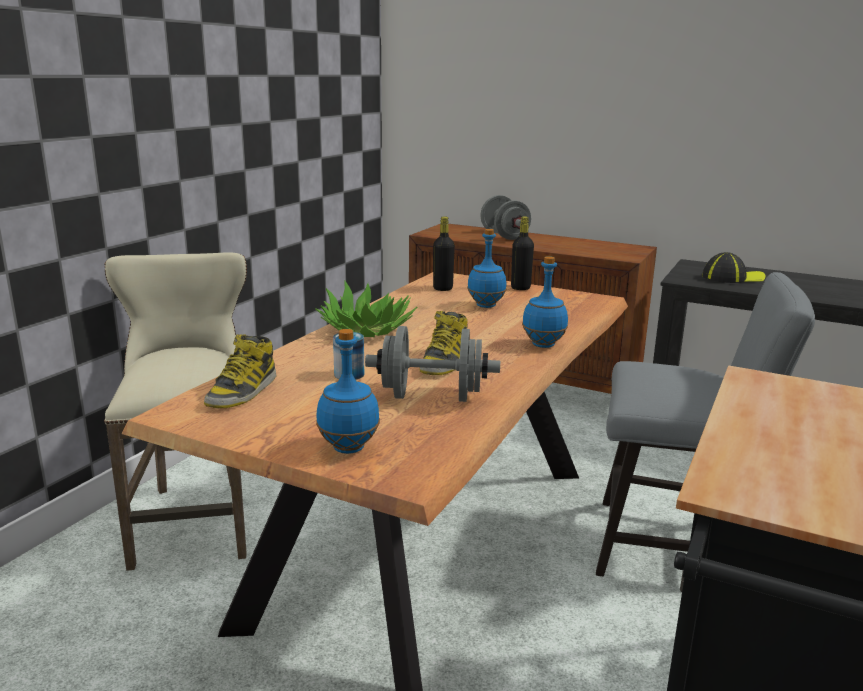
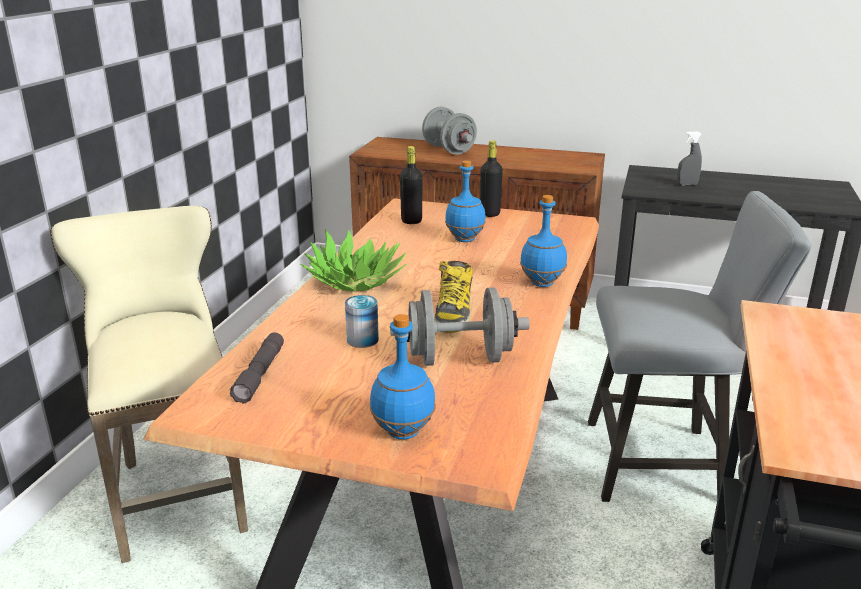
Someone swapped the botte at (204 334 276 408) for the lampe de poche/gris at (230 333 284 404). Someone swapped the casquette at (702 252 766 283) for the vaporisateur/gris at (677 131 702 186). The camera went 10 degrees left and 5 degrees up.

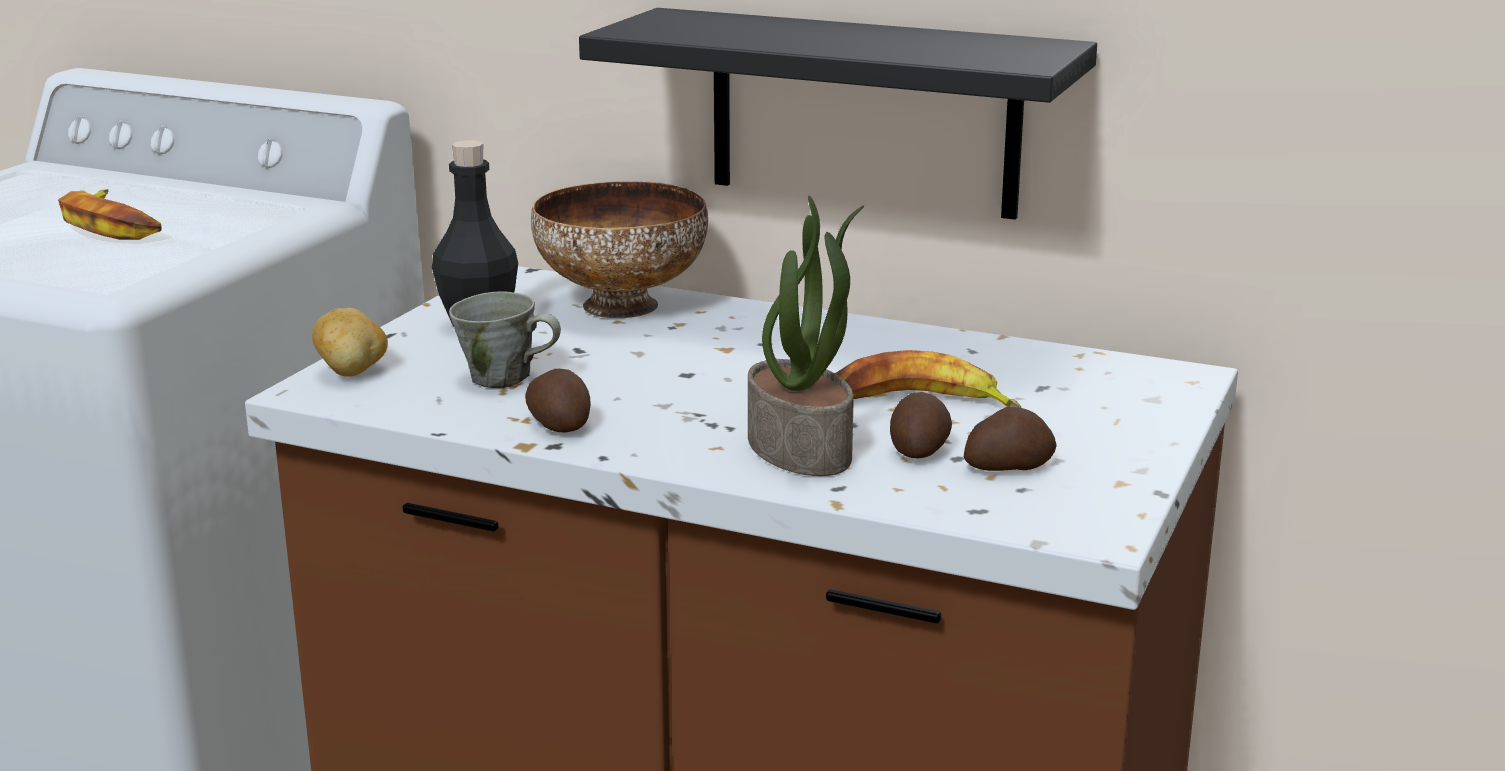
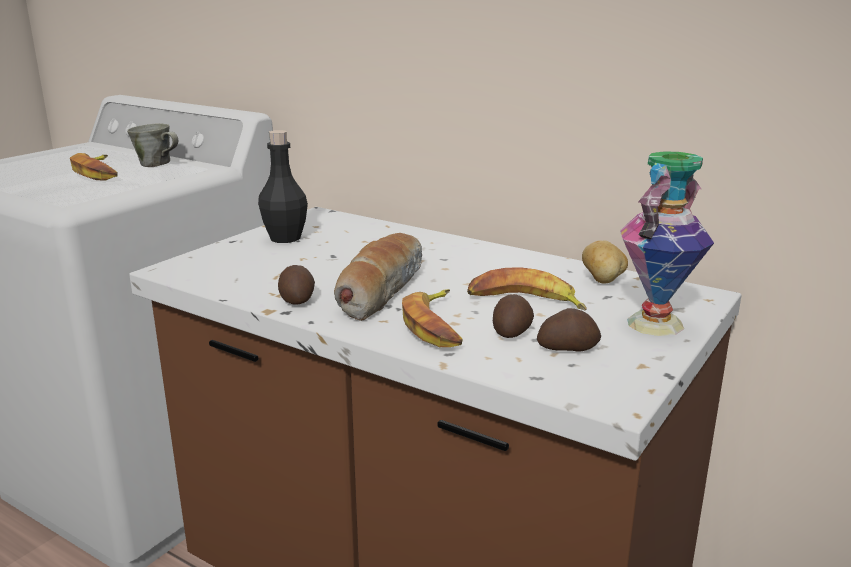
Someone carried the pomme de terre from (312 308 388 377) to (582 240 628 283). Someone carried the mug/gris from (449 291 561 388) to (127 123 178 167). Someone took away the bol at (531 181 708 318). Someone took away the étagère/noir at (579 8 1097 220). Someone swapped the plante en pot at (748 196 864 476) for the banane at (402 289 462 347). Someone put down the pain at (334 233 422 321). Someone put down the vase at (620 151 714 336). The camera went 10 degrees right and 0 degrees up.

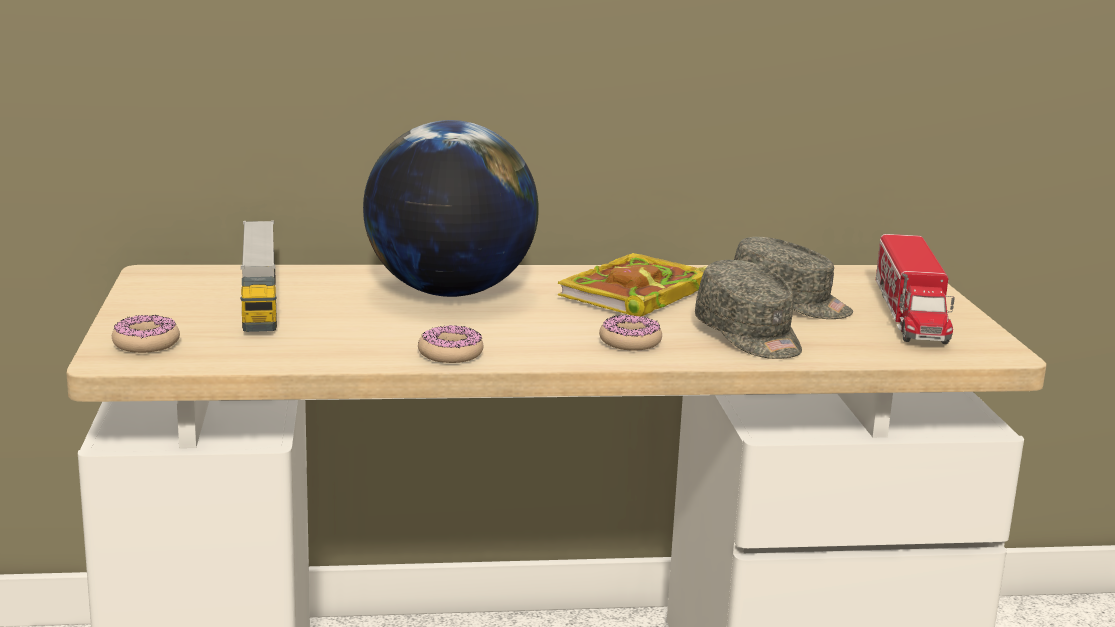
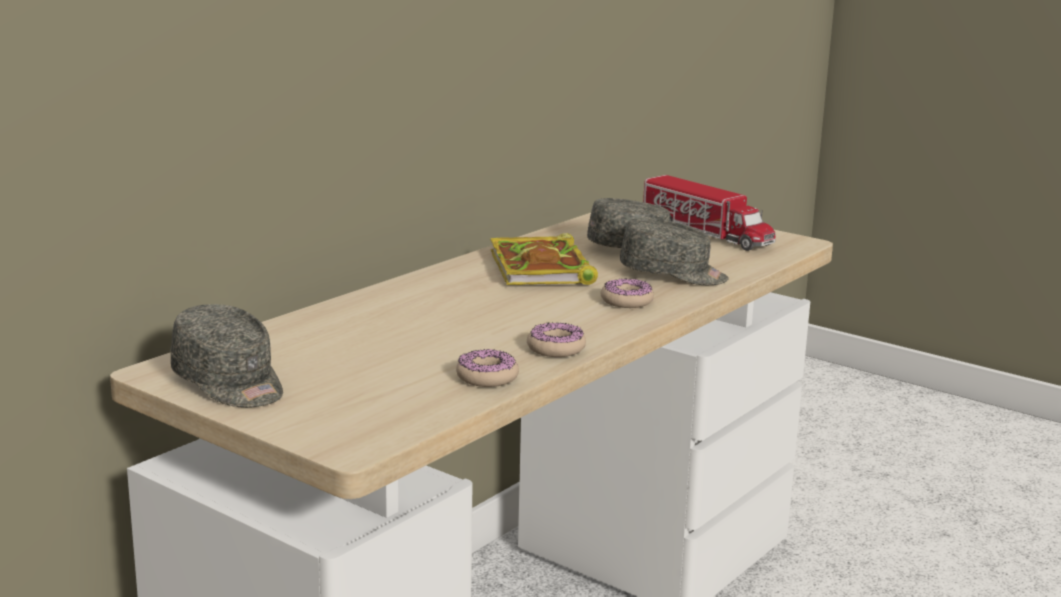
Someone carried the beignet from (112 315 180 353) to (456 349 519 387). Someone took away the camion jouet at (241 220 277 332). Someone took away the globe at (363 120 539 297). Someone put down the casquette/gris at (171 304 283 408). The camera went 45 degrees left and 0 degrees up.

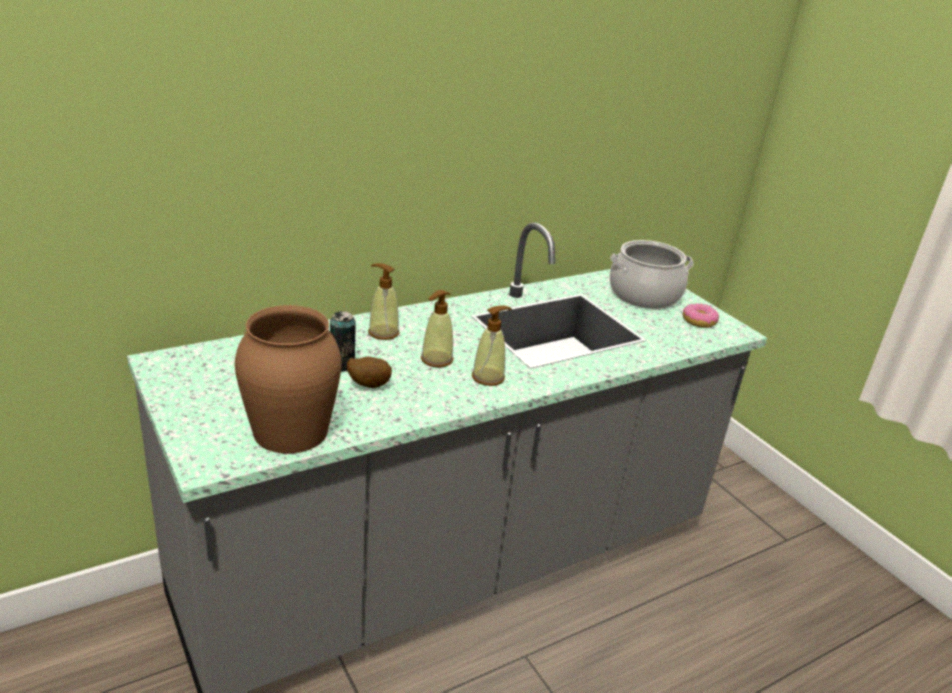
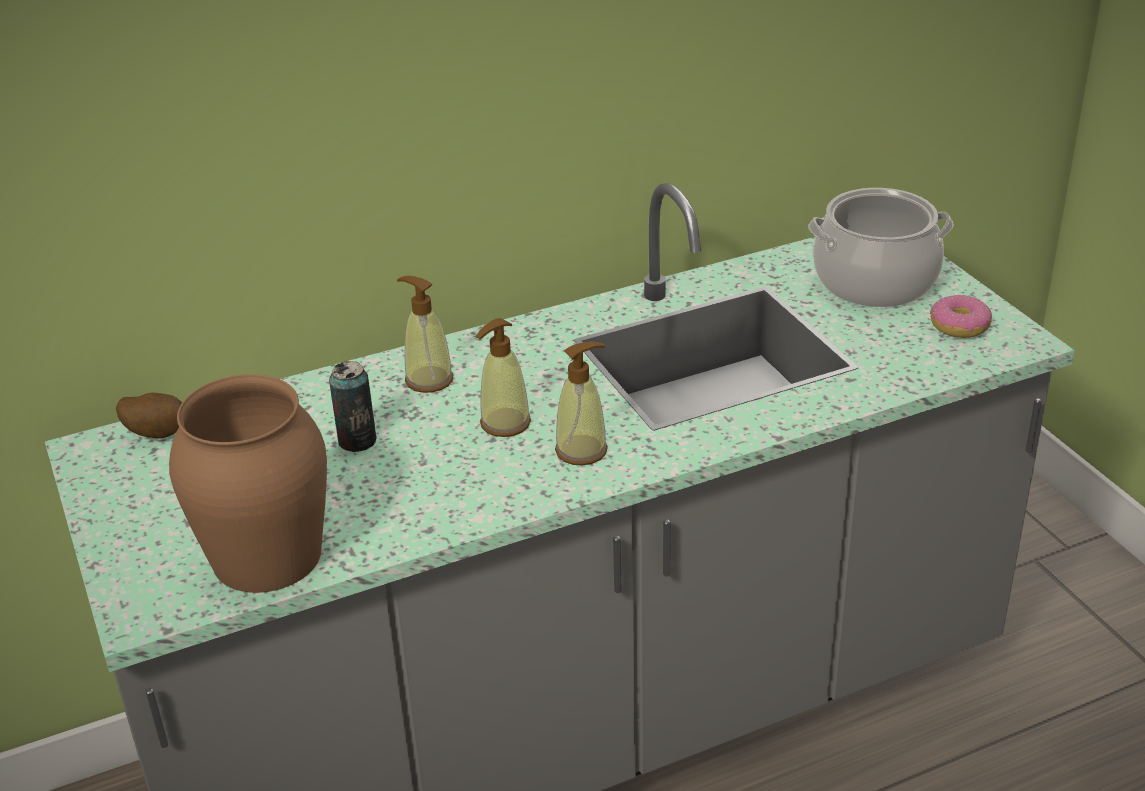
Someone carried the pomme de terre from (347 357 392 388) to (116 393 182 439). The camera went 10 degrees right and 5 degrees up.

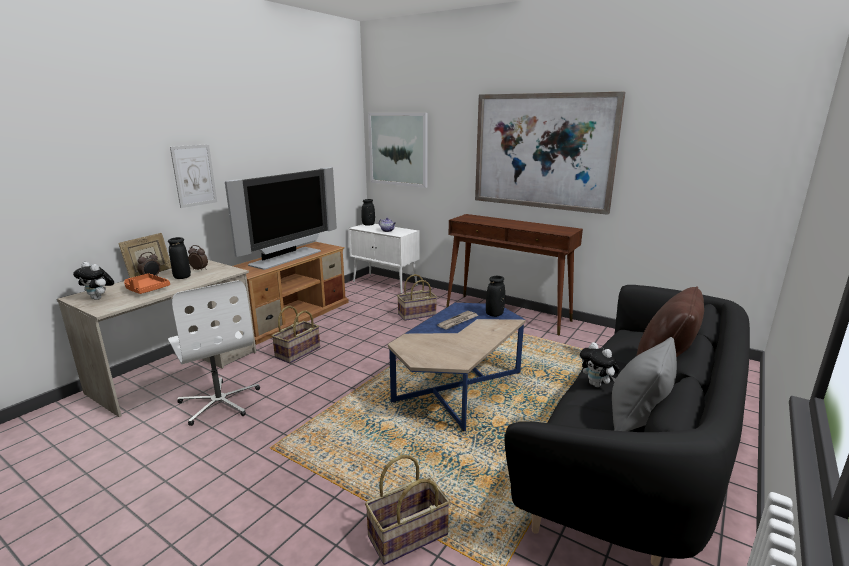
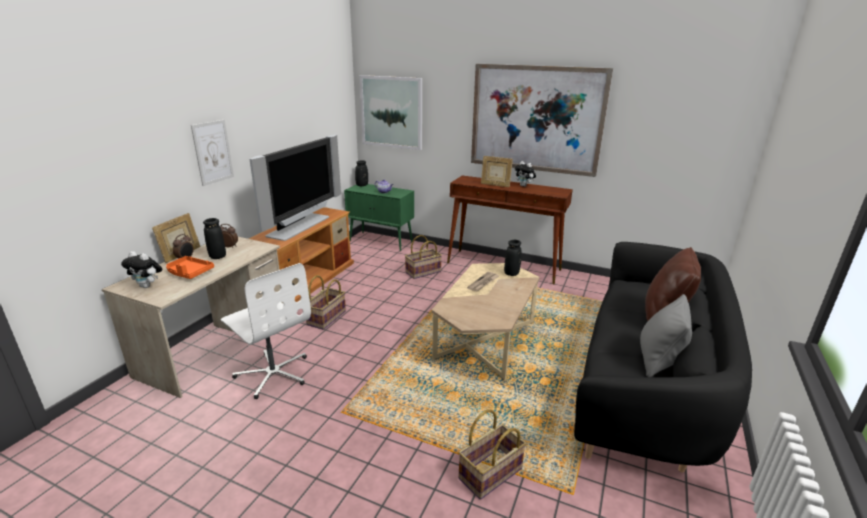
Someone repainted the meuble de rangement/blanc at (348 224 420 294), which became the meuble de rangement/vert at (344 184 414 251). Someone repainted the table basse/bleu at (388 303 526 431), which became the table basse/beige at (432 263 540 380). Someone carried the peluche from (580 342 620 387) to (515 161 536 187). Someone put down the cadre photo at (481 156 513 187). The camera went 10 degrees left and 5 degrees up.

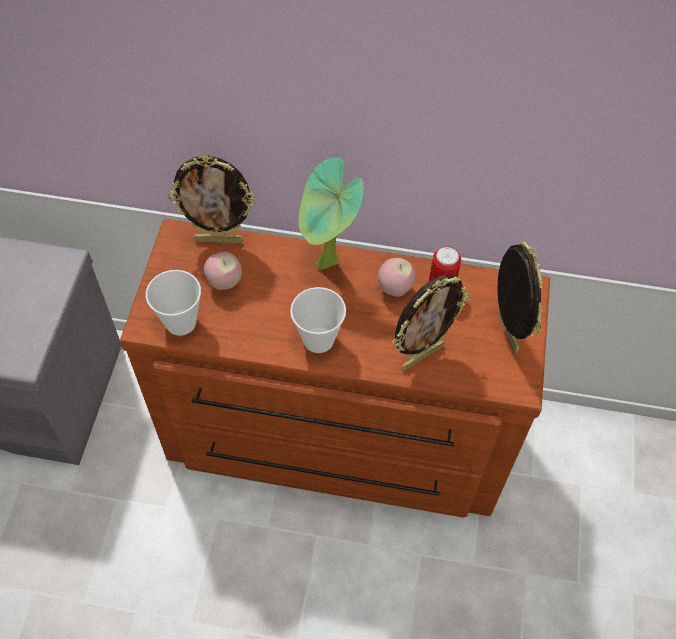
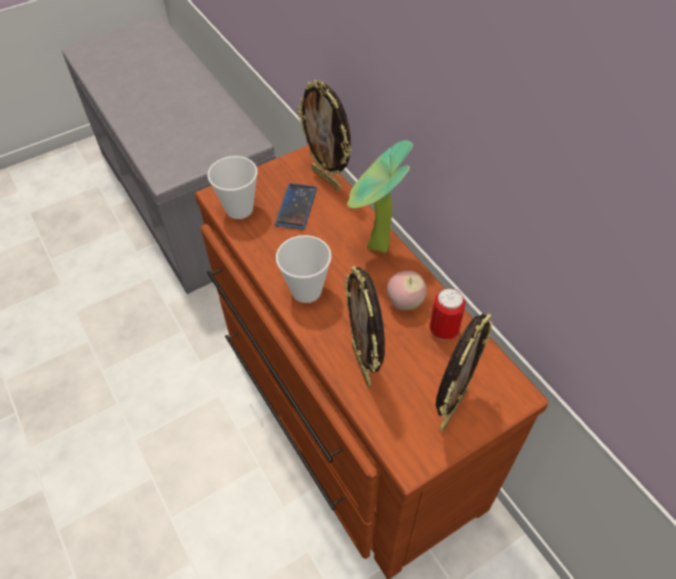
Someone swapped the pomme at (204 251 242 290) for the téléphone at (275 183 317 230). Someone rotated the cadre photo at (392 275 470 371) by 60 degrees clockwise. The camera went 50 degrees right and 5 degrees down.

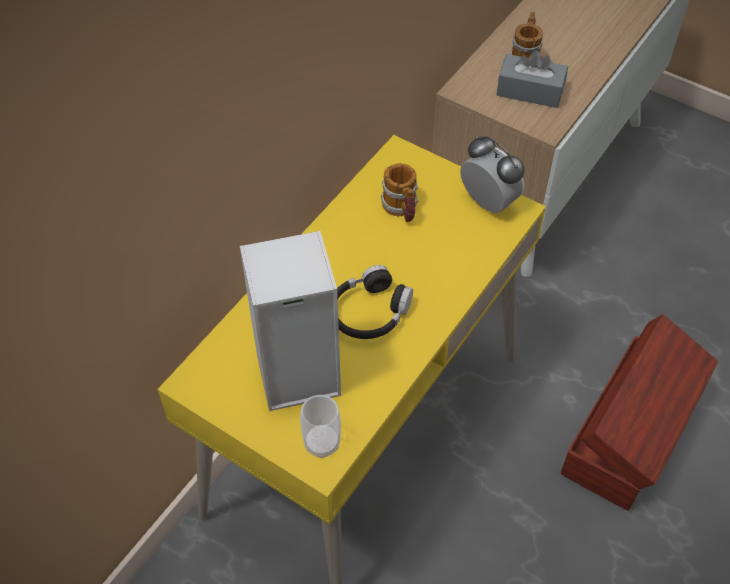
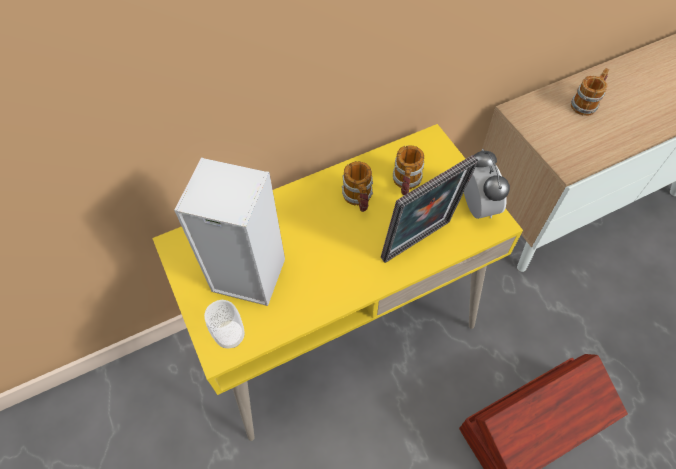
Someone took away the casque audio/noir at (337 265 413 339). Someone took away the boîte à mouchoirs/gris at (496 50 568 108). Someone put down the mug at (342 161 373 212). Someone put down the cadre photo at (381 155 479 263). The camera went 30 degrees right and 5 degrees up.

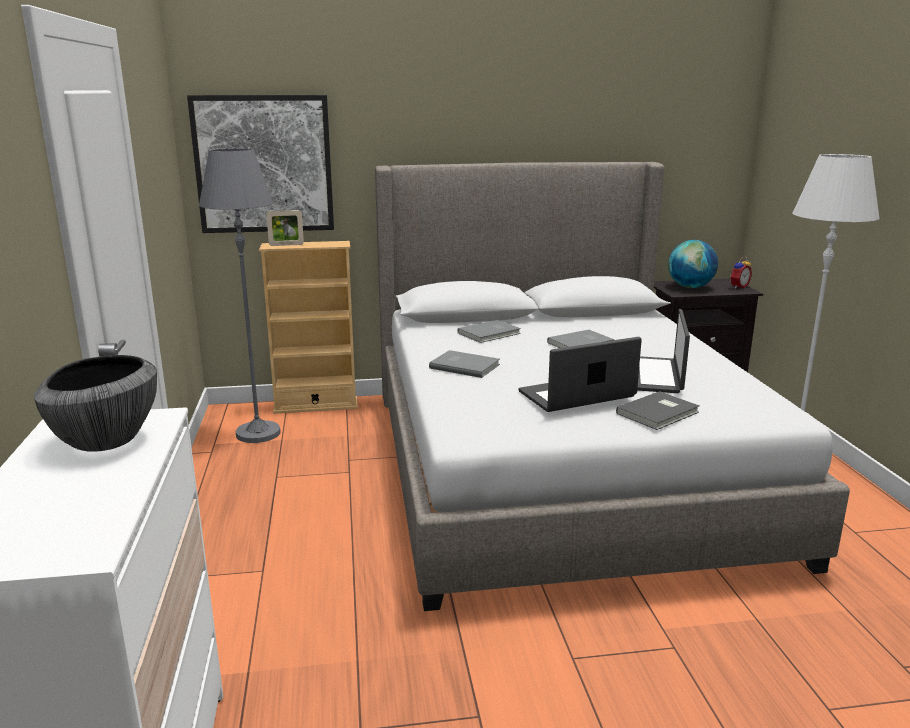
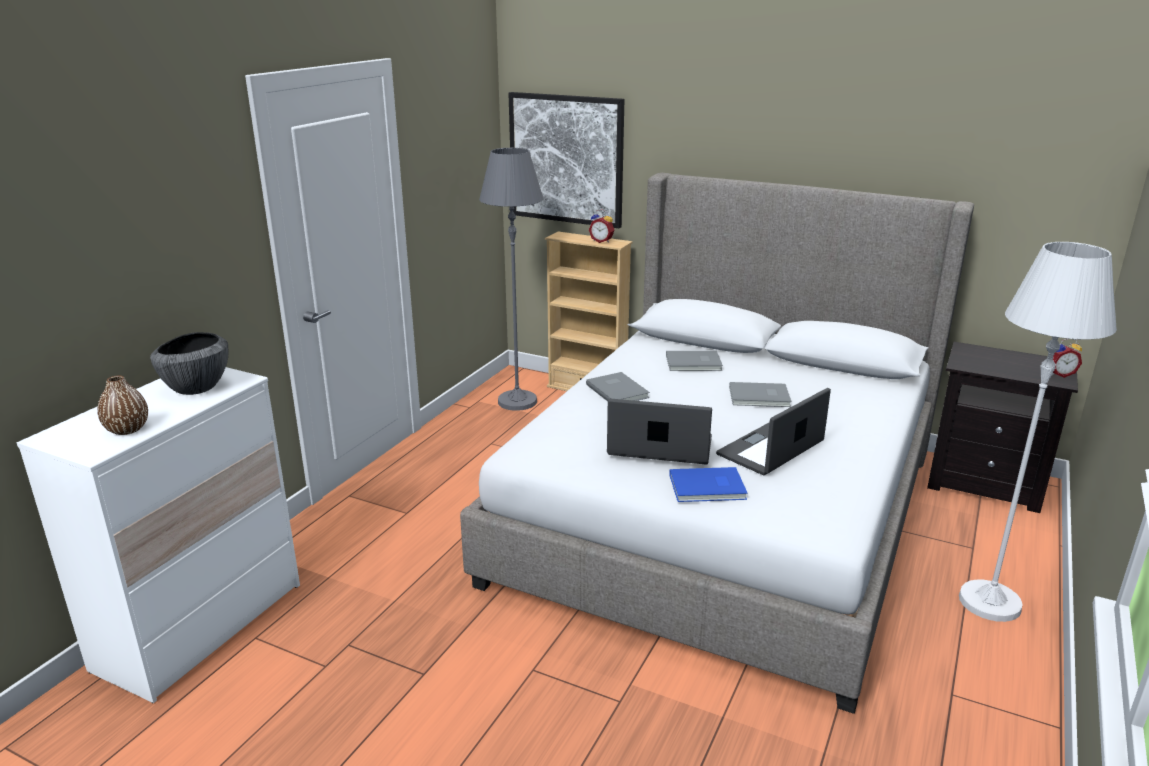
Someone took away the cadre photo at (266 210 304 246). Someone repainted the livre/gris at (616 391 700 430), which became the livre/bleu at (669 467 748 502). Someone took away the globe at (668 240 718 288). Someone put down the vase/marron at (97 376 148 435). Someone put down the réveil at (589 210 615 243). The camera went 35 degrees right and 5 degrees up.

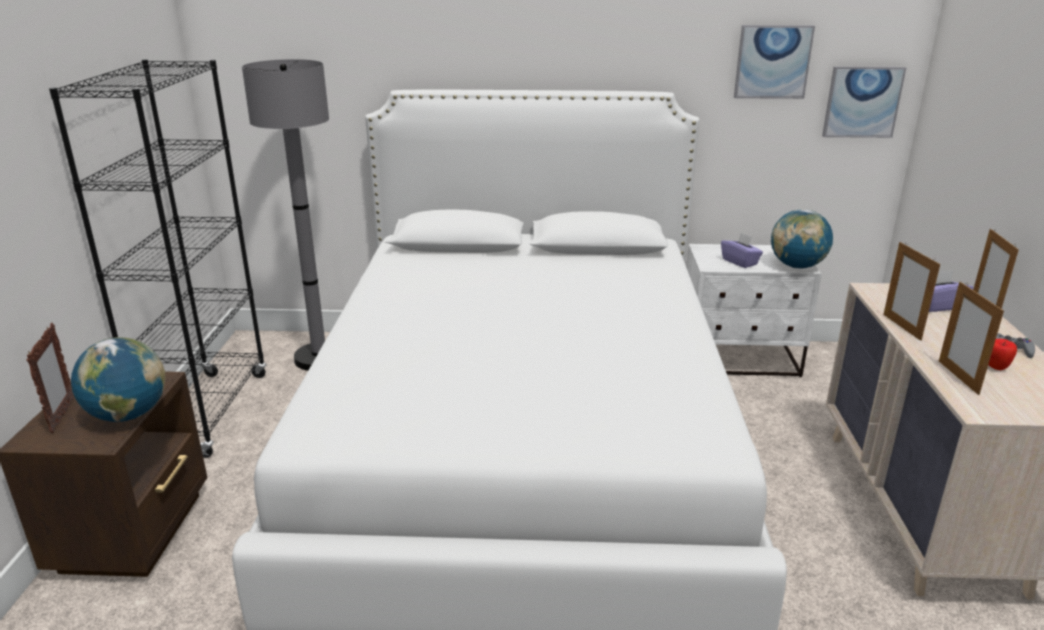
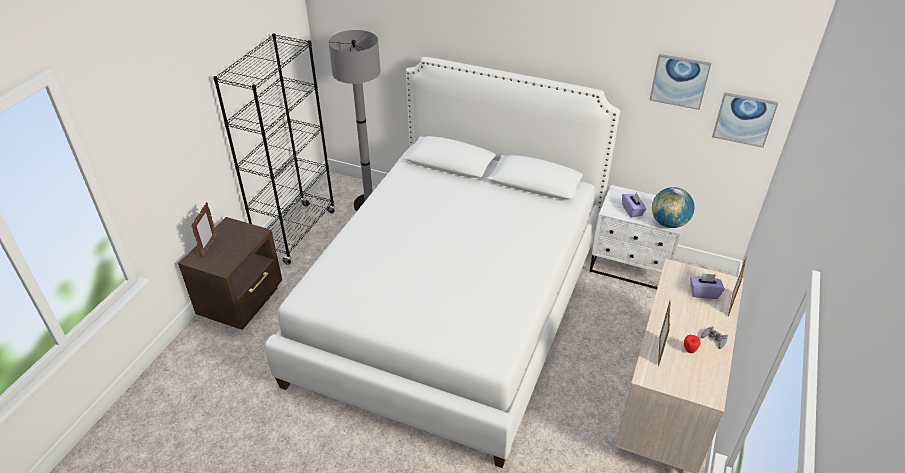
Someone took away the globe at (71 337 166 422). Someone took away the cadre photo at (883 242 940 341). The camera went 20 degrees right and 15 degrees up.

